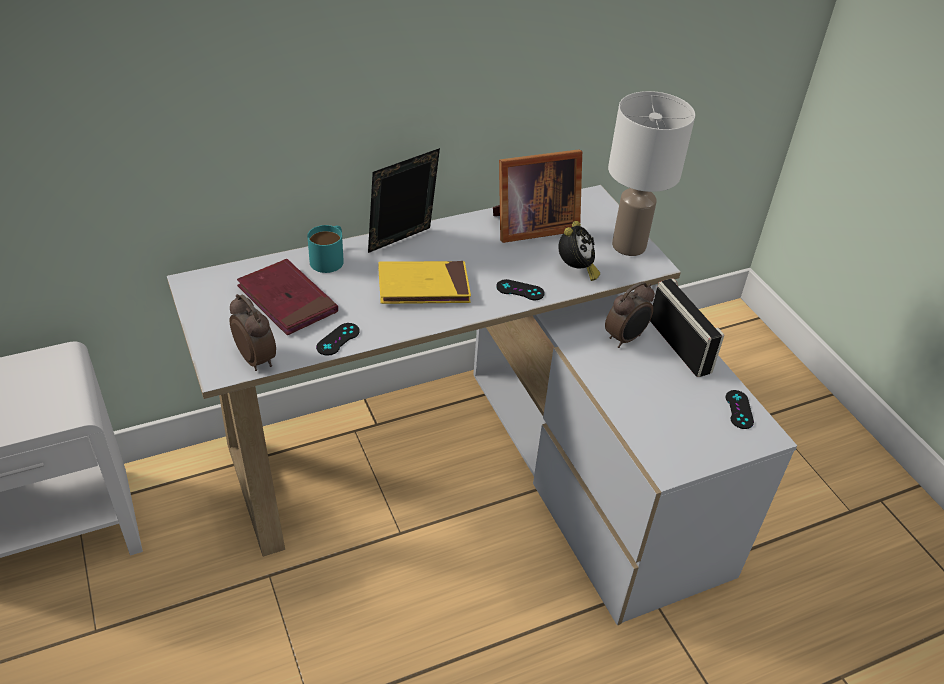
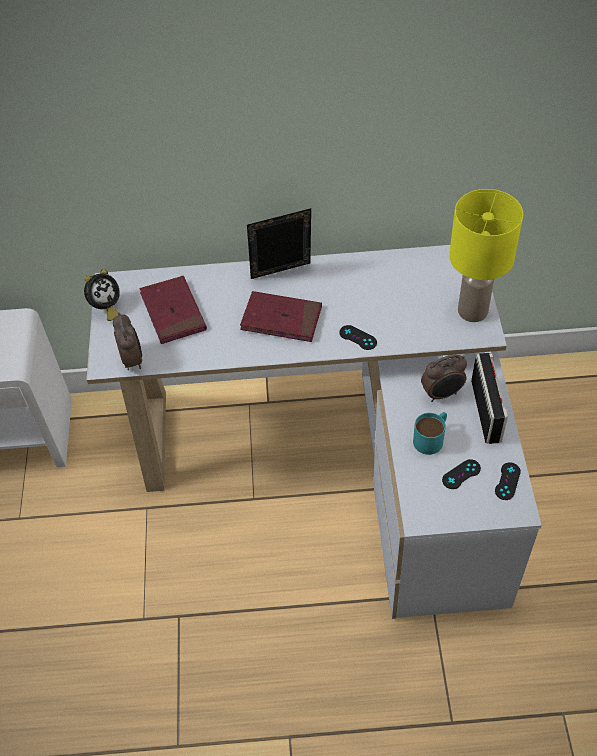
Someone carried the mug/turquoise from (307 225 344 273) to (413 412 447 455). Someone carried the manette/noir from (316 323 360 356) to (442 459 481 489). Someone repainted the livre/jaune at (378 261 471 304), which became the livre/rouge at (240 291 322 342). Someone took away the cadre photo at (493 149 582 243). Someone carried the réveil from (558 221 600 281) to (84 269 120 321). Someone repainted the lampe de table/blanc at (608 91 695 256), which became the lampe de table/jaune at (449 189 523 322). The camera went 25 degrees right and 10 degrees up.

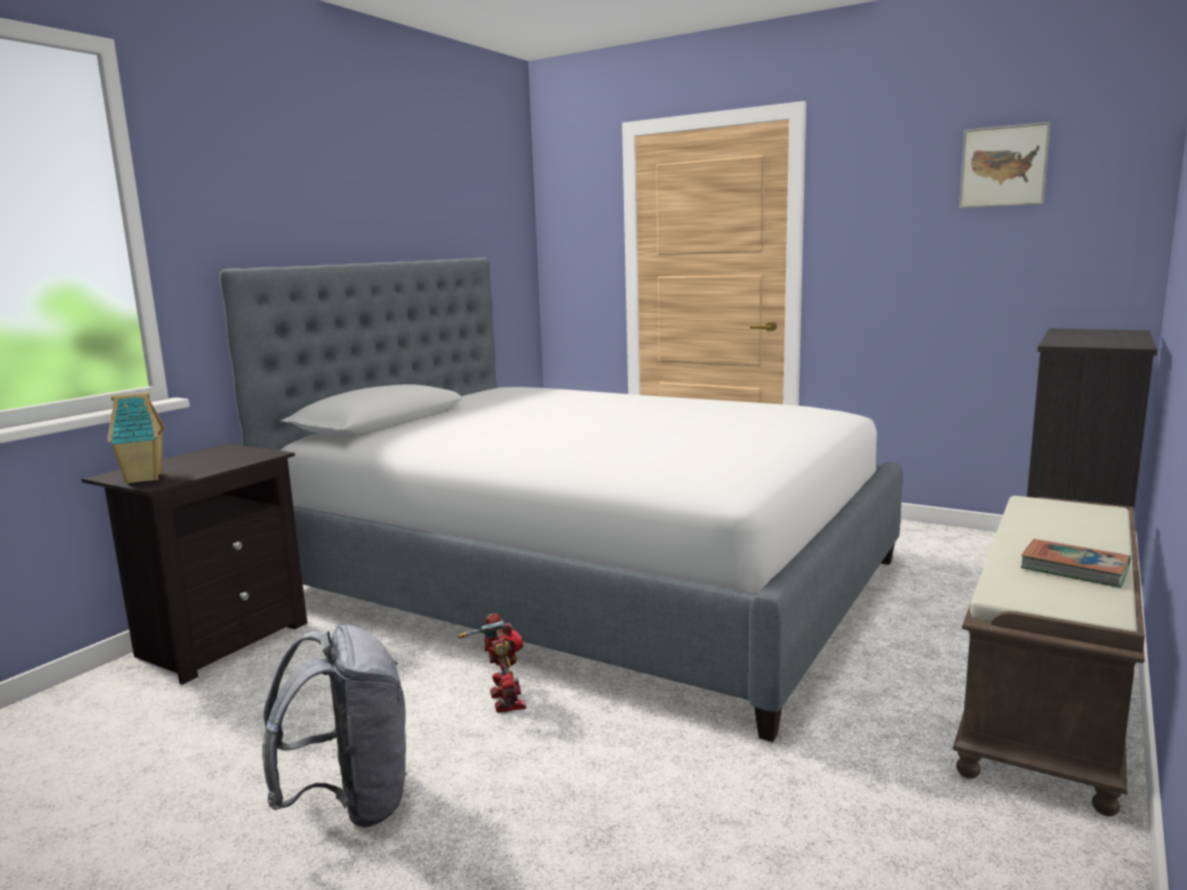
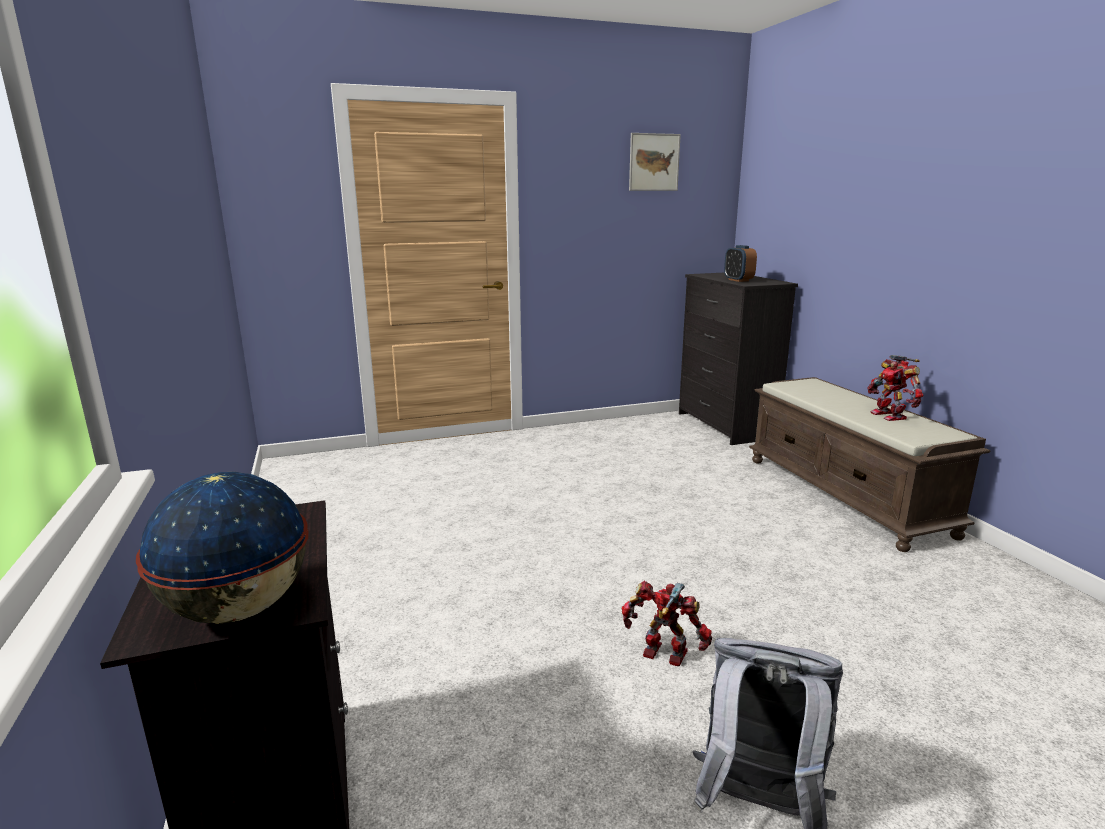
Someone swapped the maison miniature at (108 392 165 484) for the globe at (136 472 309 624). Someone took away the lit at (219 258 903 742). Someone swapped the livre at (1021 539 1130 588) for the robot jouet at (867 355 924 421). Someone put down the réveil at (724 245 757 282). The camera went 50 degrees left and 5 degrees up.

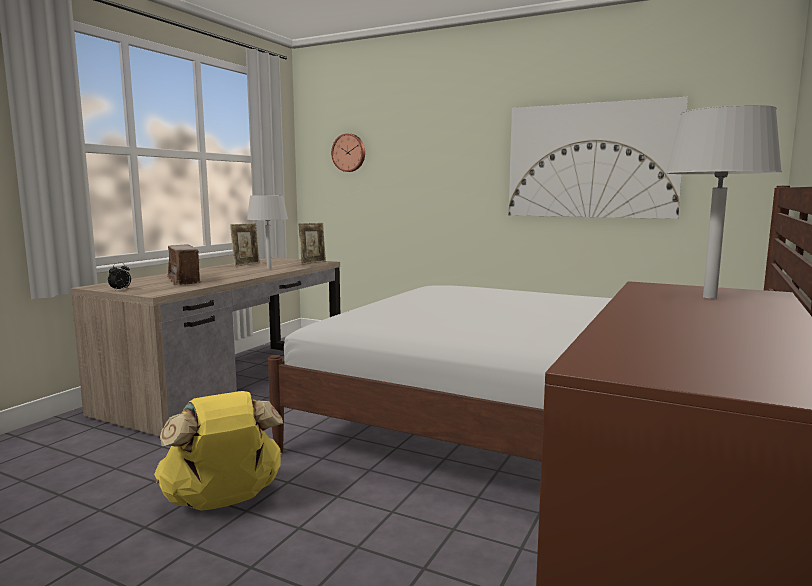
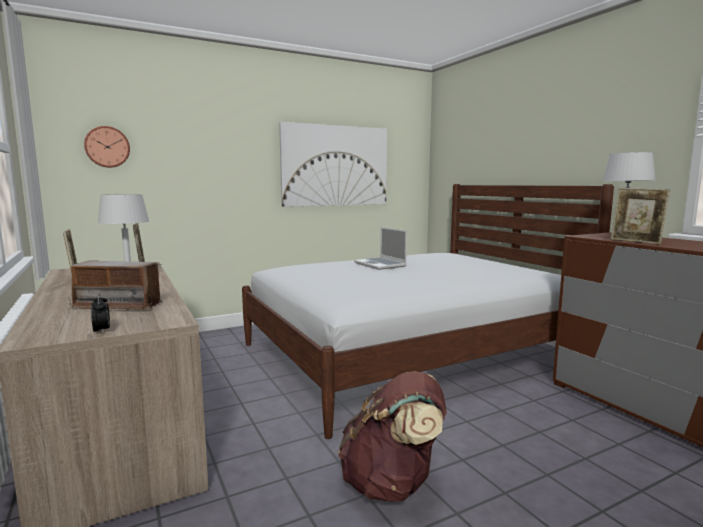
Someone repainted the sac à dos/jaune at (154 391 283 511), which became the sac à dos/marron at (338 371 447 502). Someone put down the ordinateur portable at (354 227 407 270). Someone put down the cadre photo at (611 188 670 244). The camera went 55 degrees left and 0 degrees up.

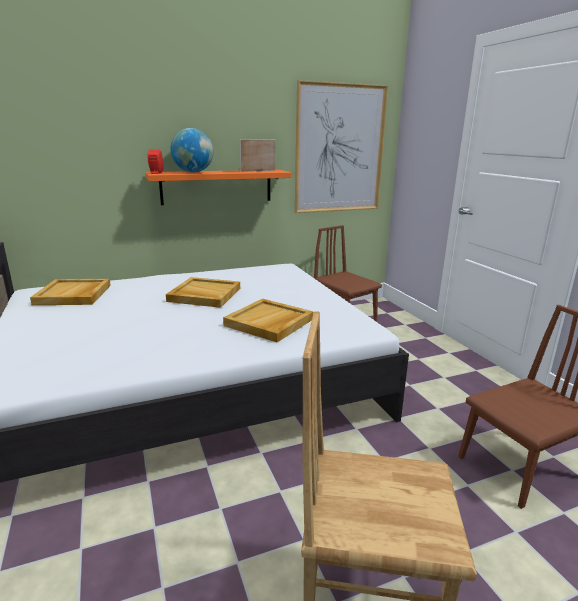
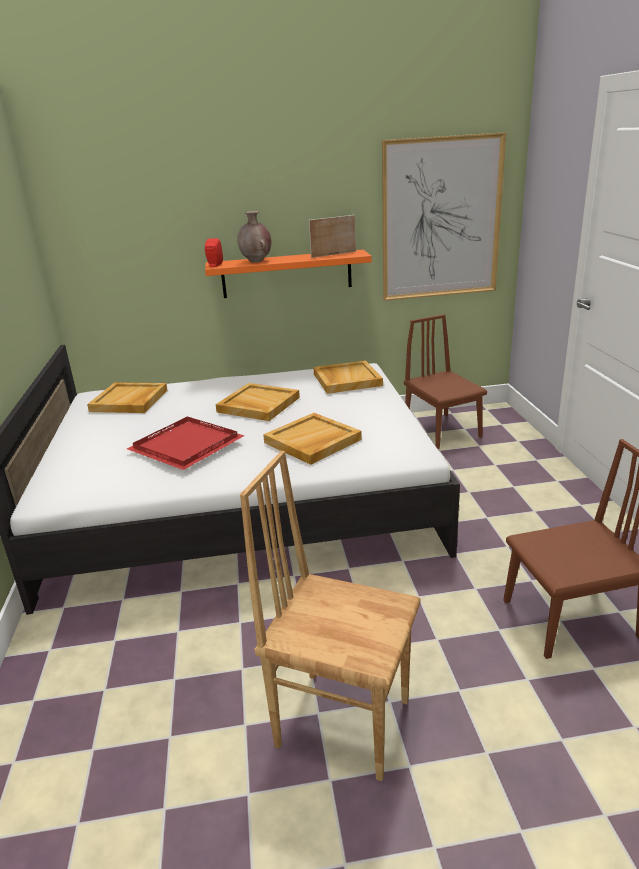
Someone swapped the globe at (171 128 213 173) for the vase/marron at (237 211 271 263). Someone put down the plateau/rouge at (127 417 244 470). Someone put down the plateau/beige at (313 360 383 394). The camera went 15 degrees right and 5 degrees up.

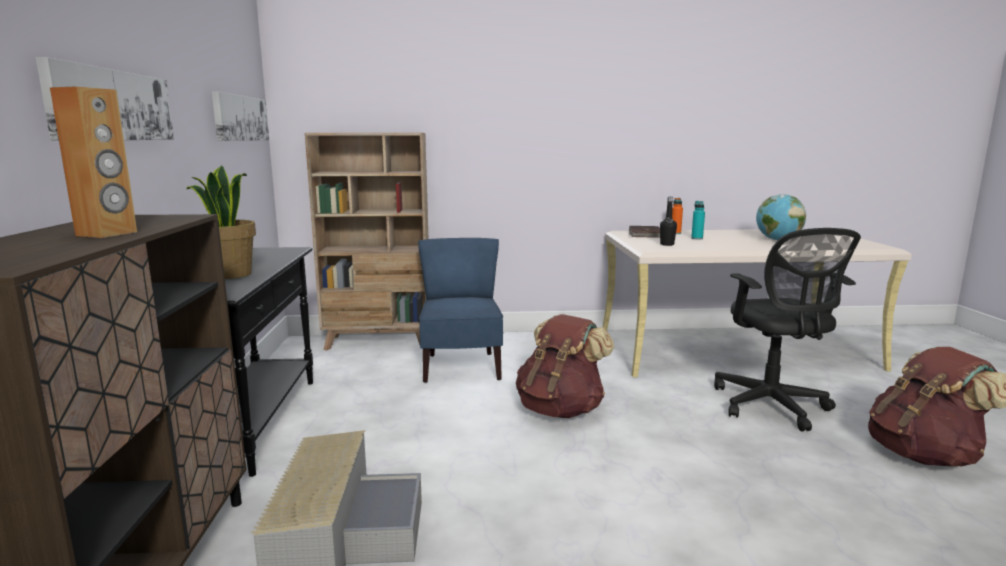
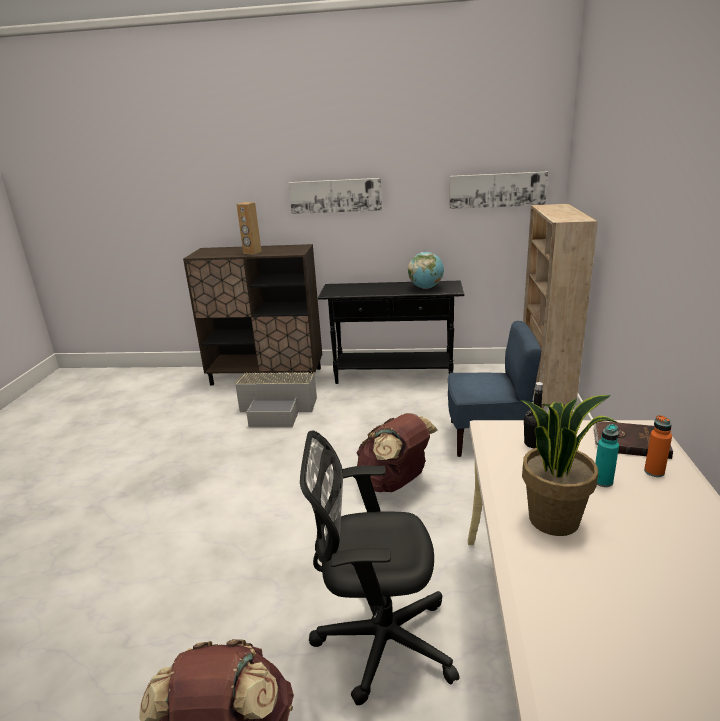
Someone carried the plante en pot from (187 165 256 279) to (521 395 618 536). Someone carried the globe from (756 194 806 240) to (408 252 444 289). The camera went 100 degrees right and 10 degrees up.

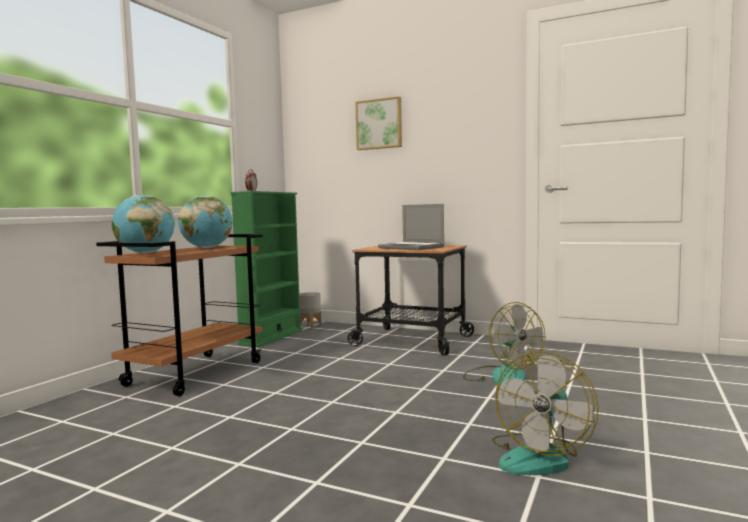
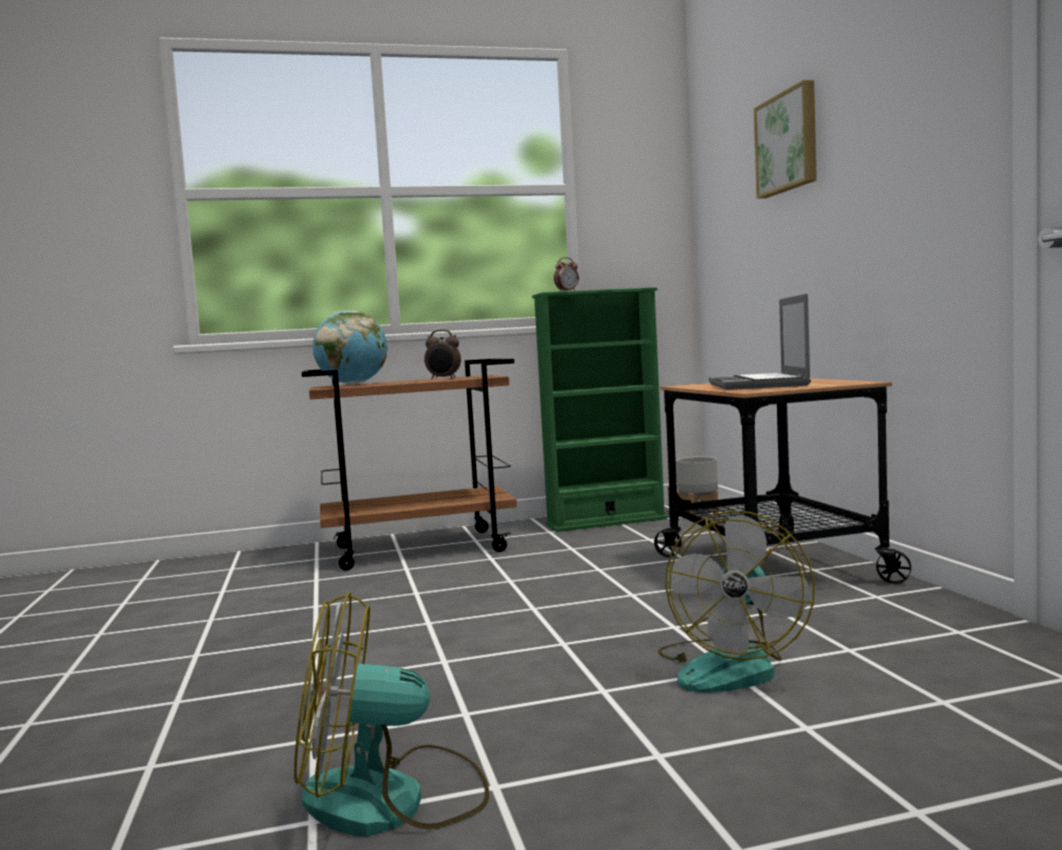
Someone swapped the globe at (178 196 232 248) for the réveil at (424 330 461 379). The camera went 50 degrees right and 0 degrees up.

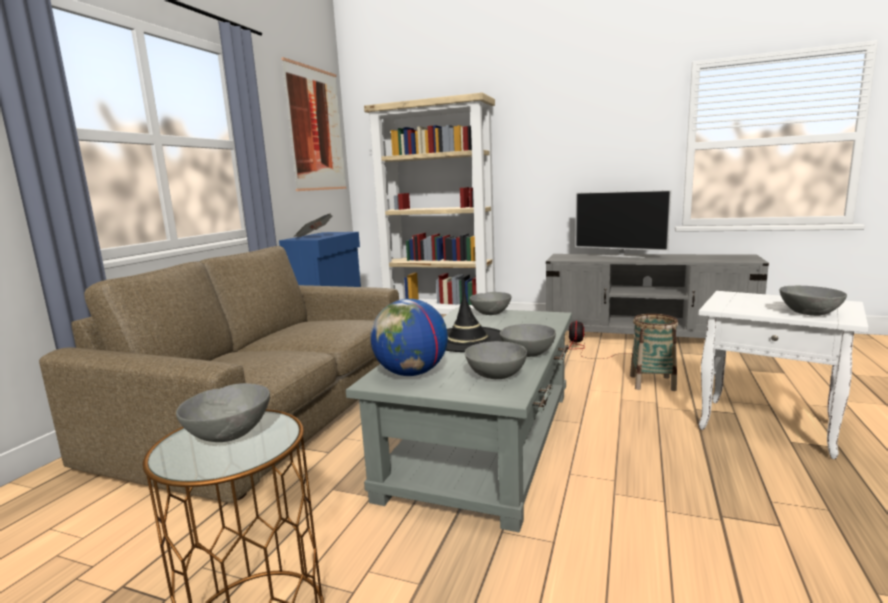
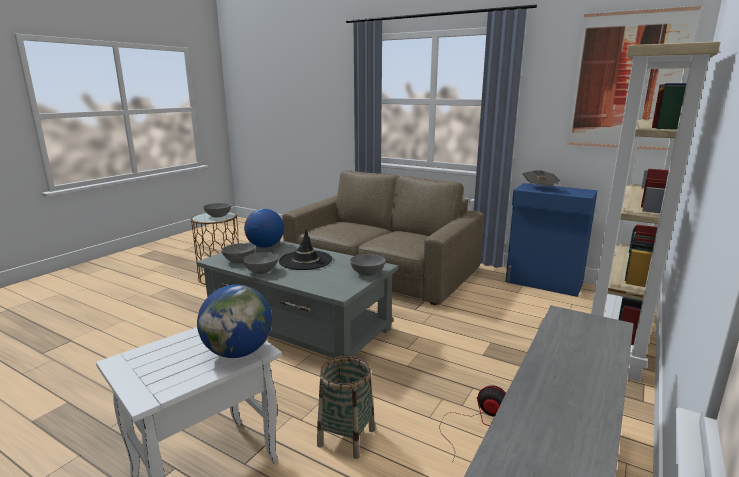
Someone took away the téléviseur at (575 190 672 258). Someone took away the bol/gris at (780 286 847 316). Someone put down the globe at (197 285 272 358). The camera went 100 degrees right and 5 degrees up.

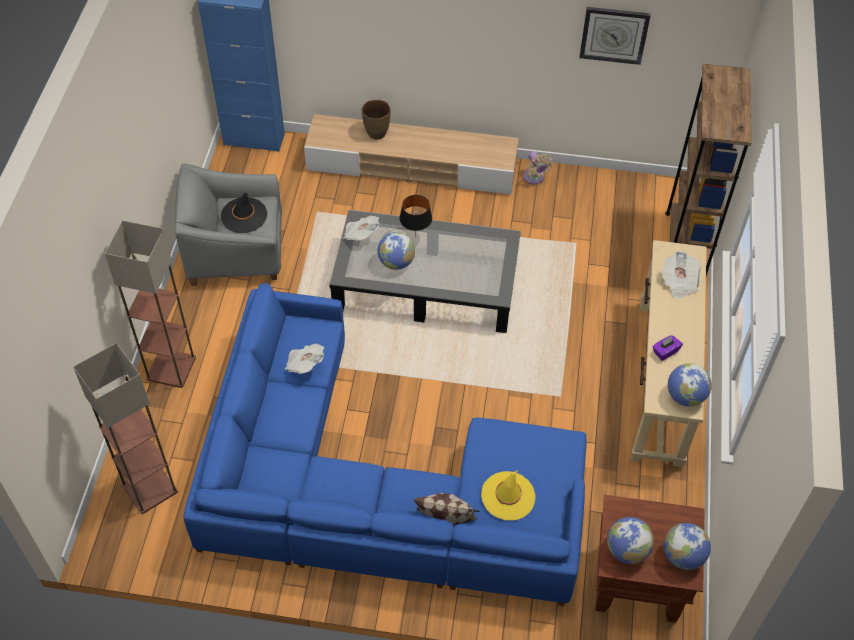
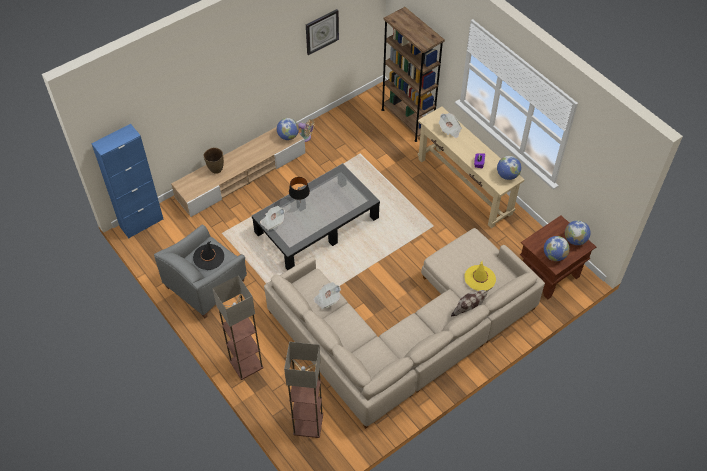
Someone repainted the canapé/bleu at (184 283 587 606), which became the canapé/beige at (264 228 545 429). Someone carried the globe from (378 232 415 270) to (277 118 299 140). The camera went 45 degrees left and 0 degrees up.

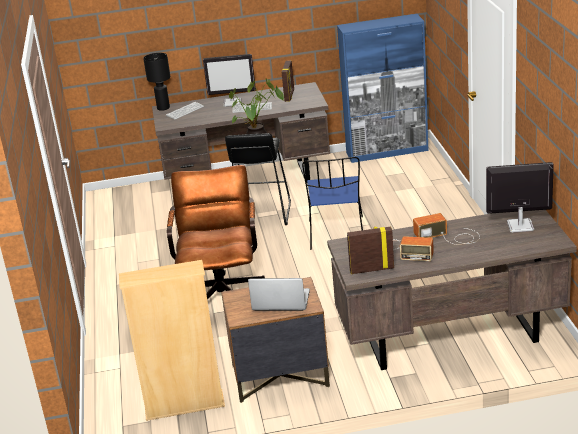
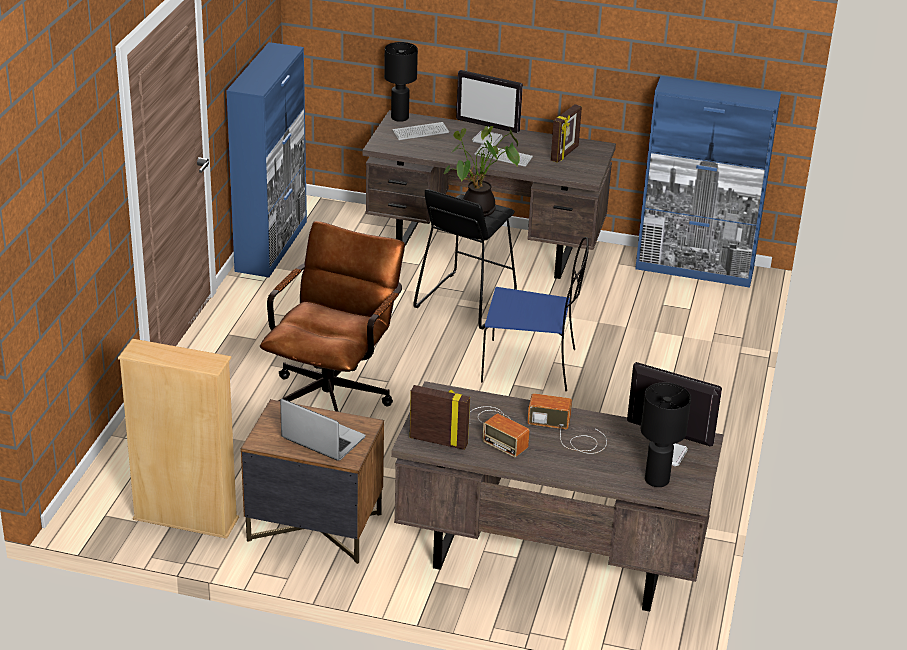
Someone rotated the chaise/bleu at (302 157 363 250) by 105 degrees counterclockwise. Someone put down the meuble de rangement/bleu at (226 42 307 278). Someone put down the lampe de table/noir at (641 382 691 487). The camera went 20 degrees right and 5 degrees up.

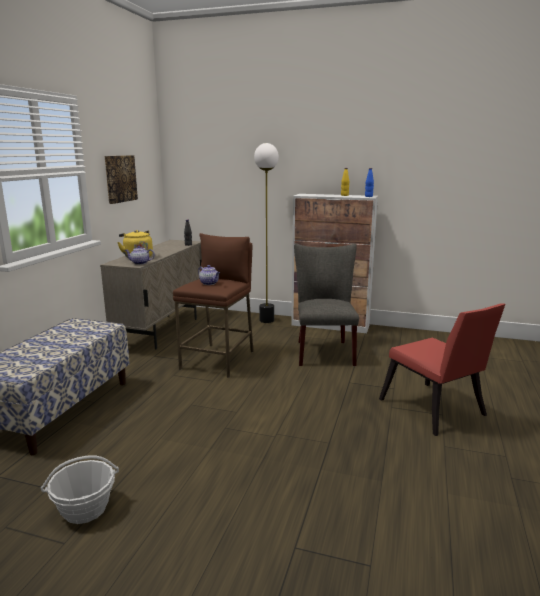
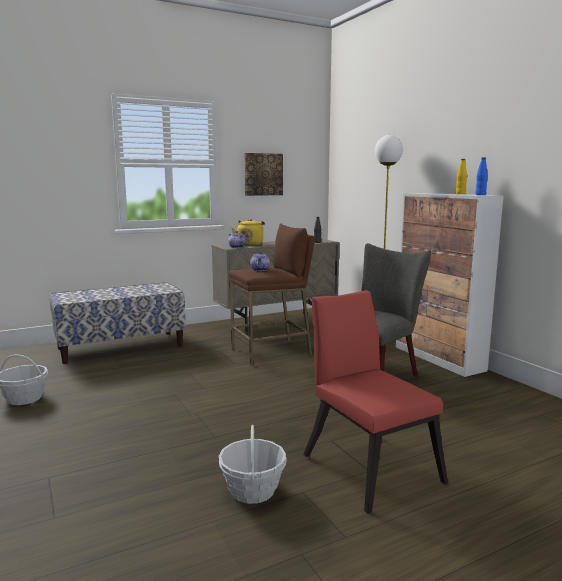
Someone rotated the chaise/rouge at (379 303 505 436) by 135 degrees clockwise. Someone put down the panier at (219 425 287 504). The camera went 45 degrees right and 5 degrees down.

